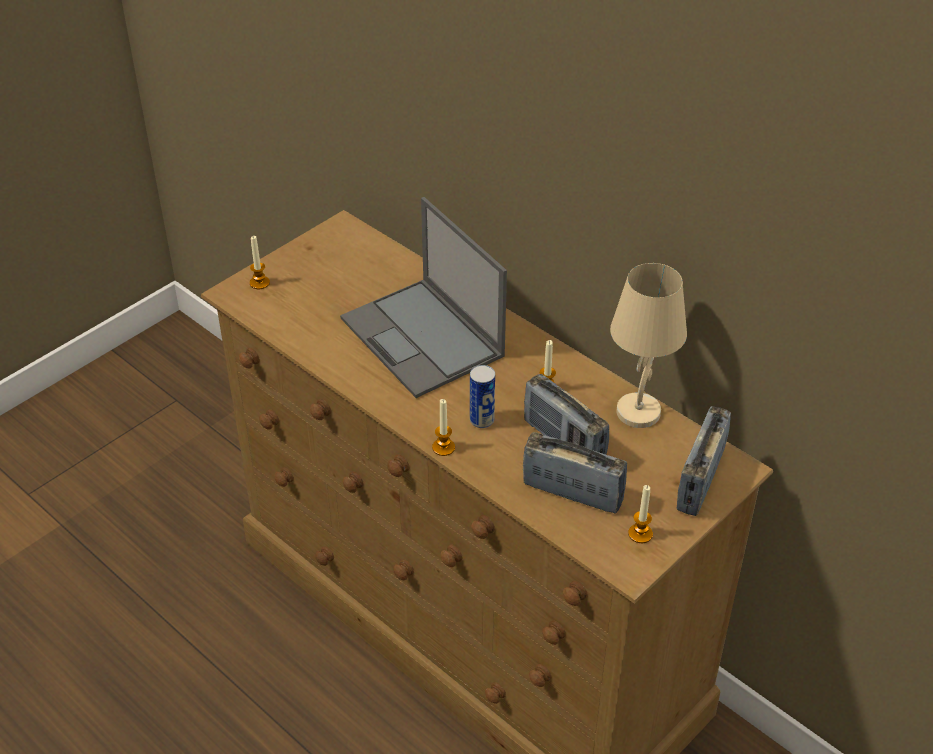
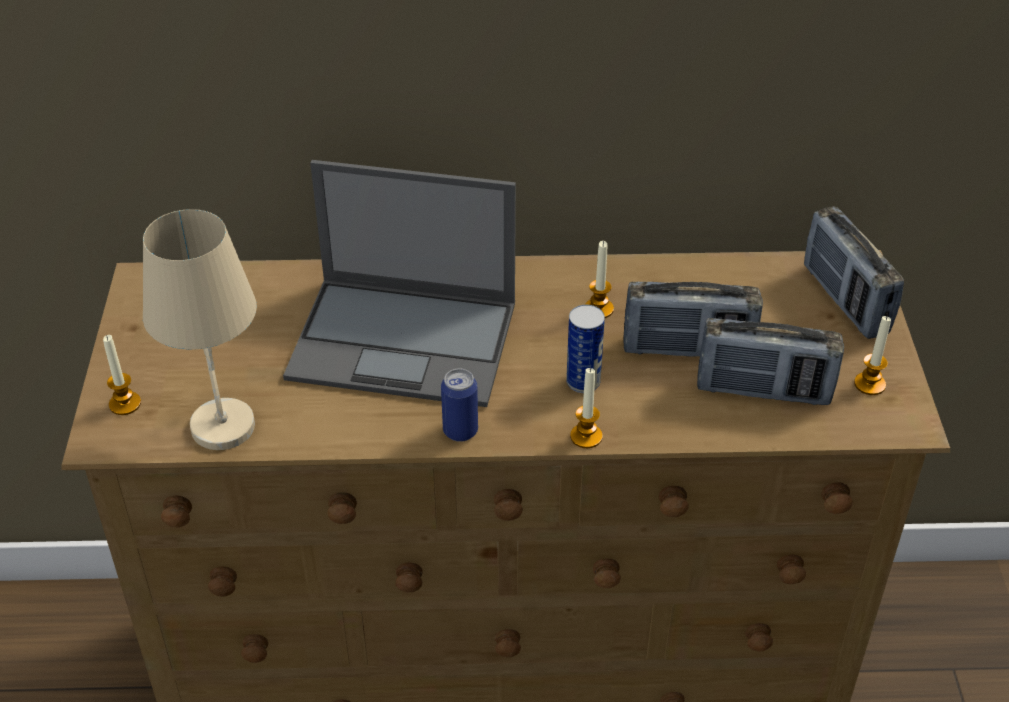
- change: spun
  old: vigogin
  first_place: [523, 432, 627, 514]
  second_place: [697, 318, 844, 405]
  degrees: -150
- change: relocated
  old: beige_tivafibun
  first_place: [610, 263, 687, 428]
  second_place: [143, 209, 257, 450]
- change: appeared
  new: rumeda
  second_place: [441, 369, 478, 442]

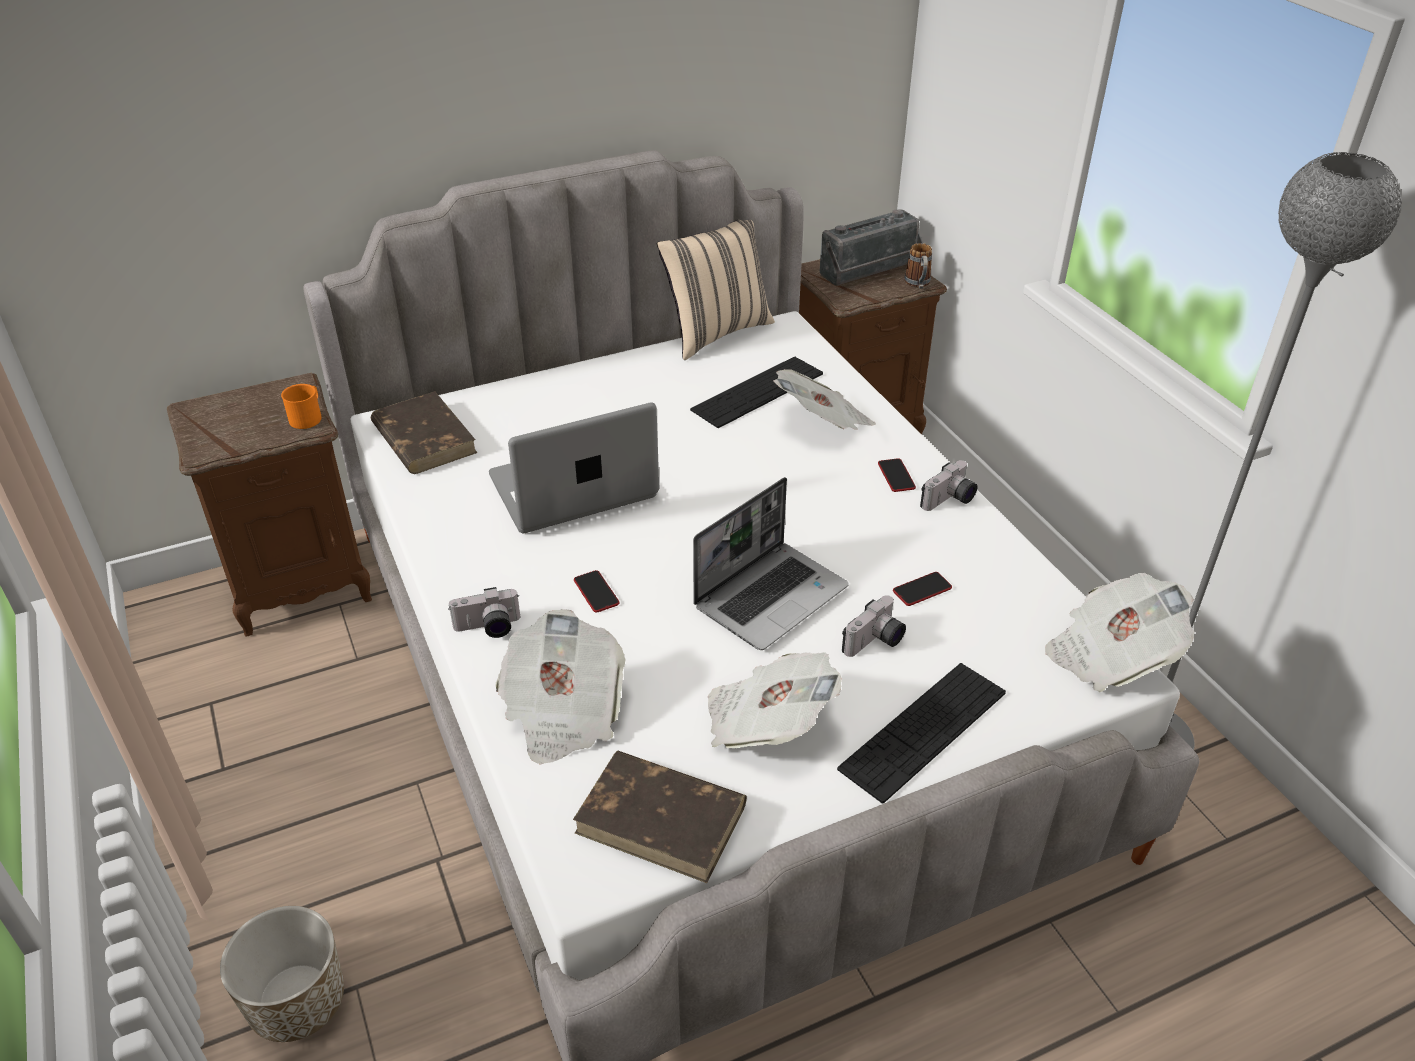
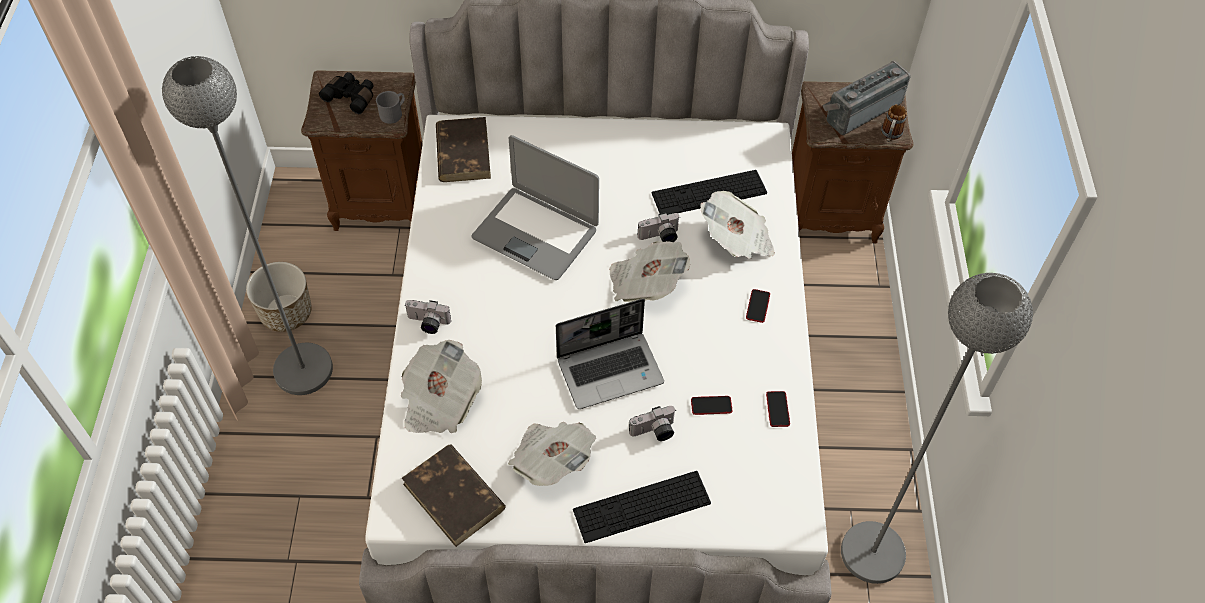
- change: relocated
  old: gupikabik
  first_place: [220, 906, 344, 1042]
  second_place: [246, 262, 312, 332]
- change: colour
  old: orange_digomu
  new: grey_digomu
  first_place: [281, 384, 322, 429]
  second_place: [376, 91, 405, 124]
- change: spun
  old: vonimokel
  first_place: [489, 402, 659, 533]
  second_place: [472, 135, 599, 280]
  degrees: -150
- change: relocated
  old: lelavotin
  first_place: [574, 570, 619, 613]
  second_place: [766, 391, 790, 427]
- change: missing
  old: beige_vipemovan
  first_place: [657, 220, 775, 360]
- change: spun
  old: vigogin
  first_place: [820, 209, 923, 286]
  second_place: [823, 61, 911, 135]
  degrees: 150
- change: relocated
  old: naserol
  first_place: [920, 460, 977, 511]
  second_place: [638, 212, 679, 242]
- change: relocated
  old: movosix
  first_place: [1045, 573, 1195, 692]
  second_place: [609, 241, 690, 302]
- change: appeared
  new: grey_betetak
  second_place: [162, 56, 333, 395]
- change: appeared
  new: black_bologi
  second_place: [319, 72, 374, 114]

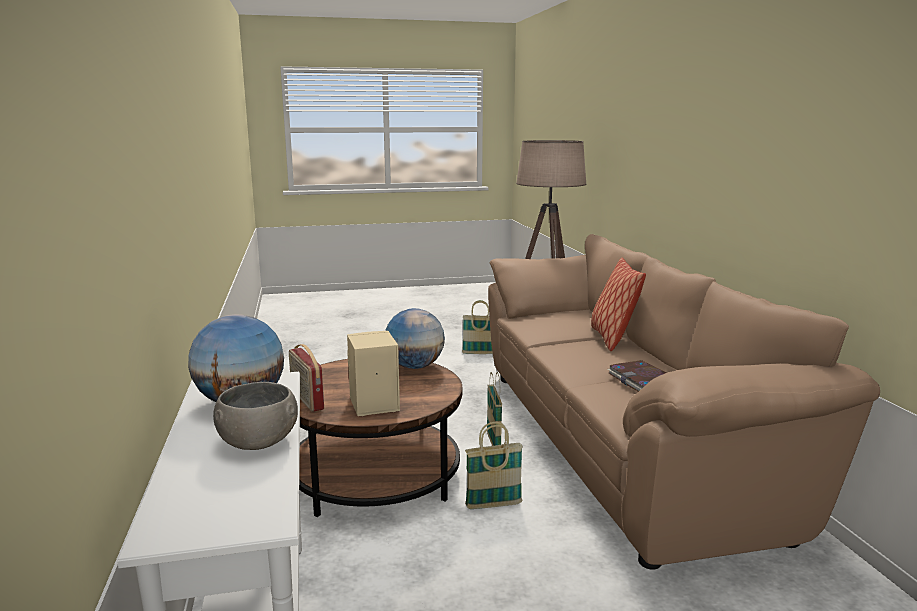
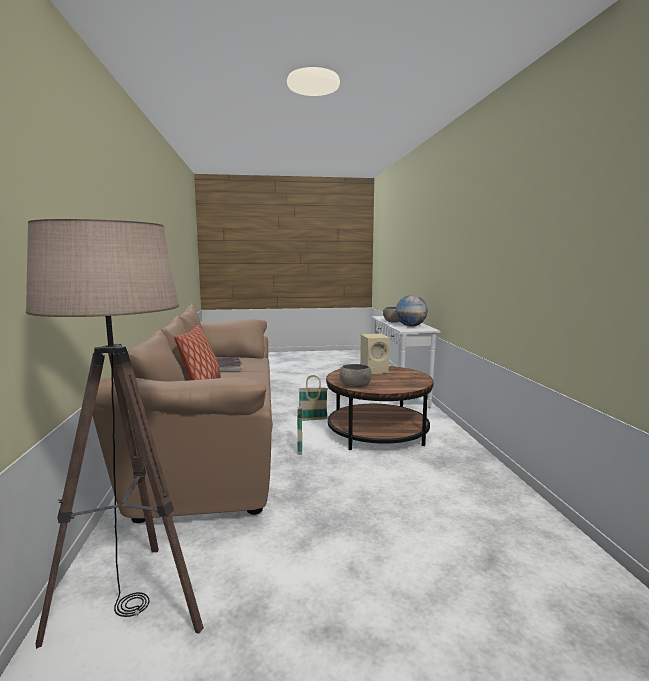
- change: missing
  old: vigogin
  first_place: [289, 344, 324, 412]
- change: exchanged
  old: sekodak
  new: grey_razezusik
  first_place: [385, 308, 445, 369]
  second_place: [340, 364, 372, 387]
- change: missing
  old: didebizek
  first_place: [462, 300, 493, 354]

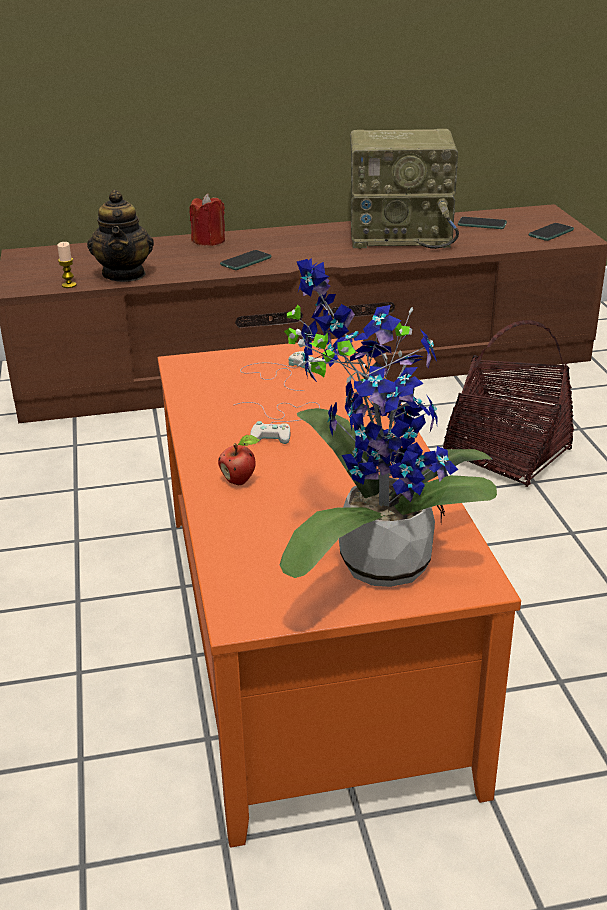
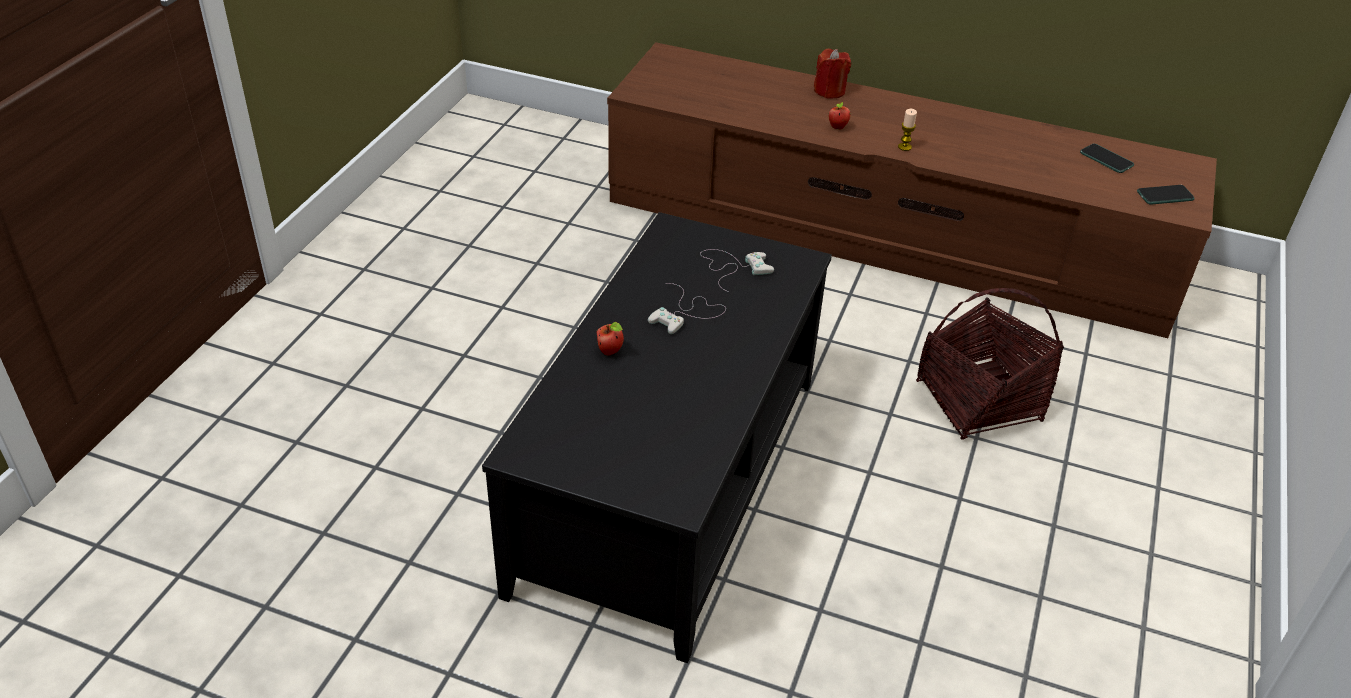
- change: relocated
  old: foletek
  first_place: [57, 242, 77, 288]
  second_place: [898, 109, 917, 151]
- change: missing
  old: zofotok
  first_place: [87, 190, 154, 282]
- change: colour
  old: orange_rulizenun
  new: black_rulizenun
  first_place: [158, 338, 521, 848]
  second_place: [482, 212, 832, 663]
- change: exchanged
  old: lelavotin
  new: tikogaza
  first_place: [220, 250, 271, 270]
  second_place: [828, 102, 850, 130]
- change: missing
  old: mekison
  first_place: [280, 258, 497, 587]
- change: missing
  old: vigogin
  first_place: [350, 129, 459, 249]

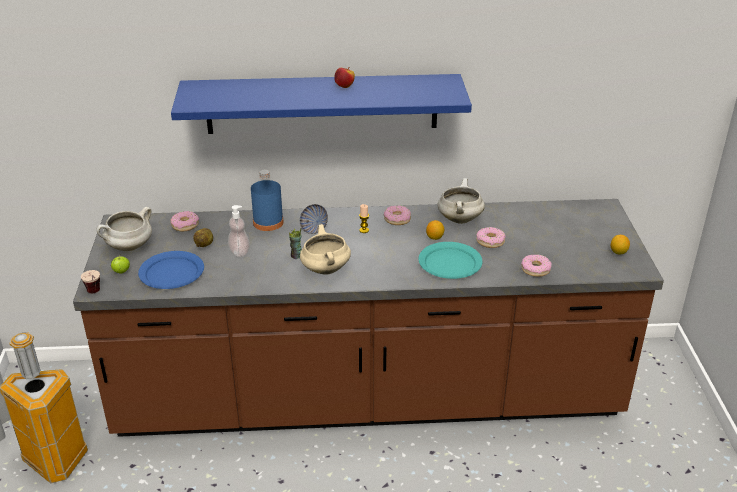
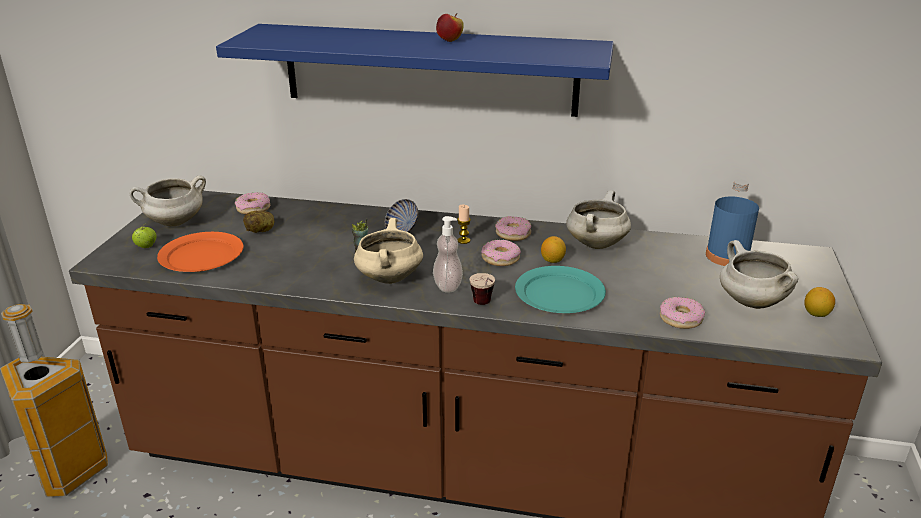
- change: relocated
  old: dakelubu
  first_place: [81, 270, 100, 293]
  second_place: [470, 273, 495, 305]
- change: colour
  old: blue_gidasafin
  new: orange_gidasafin
  first_place: [138, 251, 204, 289]
  second_place: [157, 232, 243, 272]
- change: relocated
  old: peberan
  first_place: [228, 205, 250, 257]
  second_place: [433, 216, 463, 292]
- change: relocated
  old: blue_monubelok
  first_place: [251, 170, 283, 231]
  second_place: [706, 179, 759, 266]
- change: relocated
  old: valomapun
  first_place: [476, 227, 506, 248]
  second_place: [481, 240, 521, 266]
- change: appeared
  new: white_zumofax
  second_place: [720, 240, 798, 309]

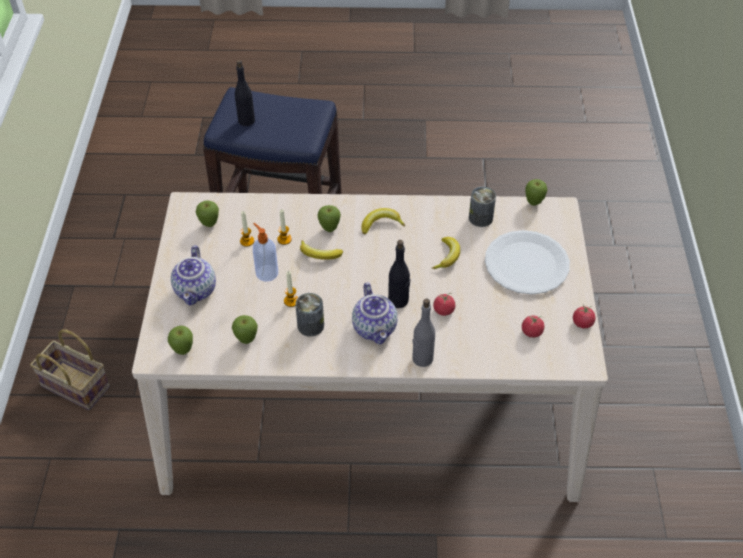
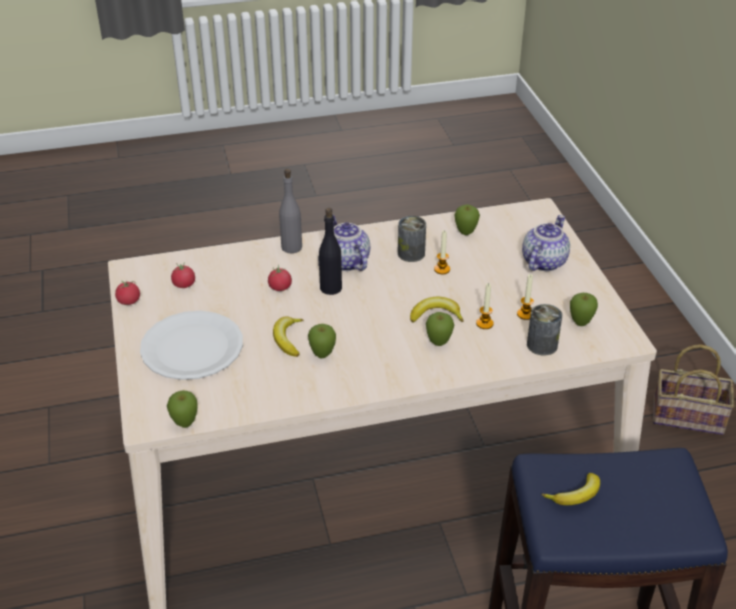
- change: relocated
  old: tikogaza
  first_place: [168, 326, 193, 355]
  second_place: [308, 324, 336, 358]
- change: spun
  old: zofotok
  first_place: [171, 245, 216, 305]
  second_place: [522, 215, 570, 271]
  degrees: 45
- change: missing
  old: black_monubelok
  first_place: [235, 60, 255, 126]
- change: missing
  old: peberan
  first_place: [253, 223, 278, 282]
- change: relocated
  old: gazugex
  first_place: [361, 208, 405, 235]
  second_place: [542, 473, 600, 505]
- change: relocated
  old: rumeda
  first_place: [469, 186, 496, 227]
  second_place: [527, 304, 562, 356]

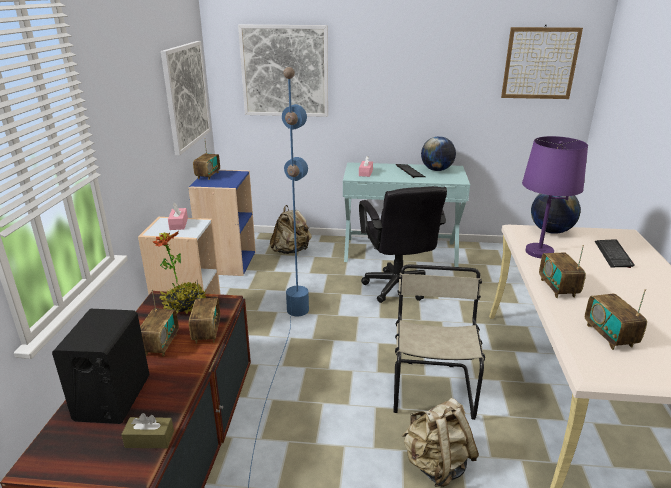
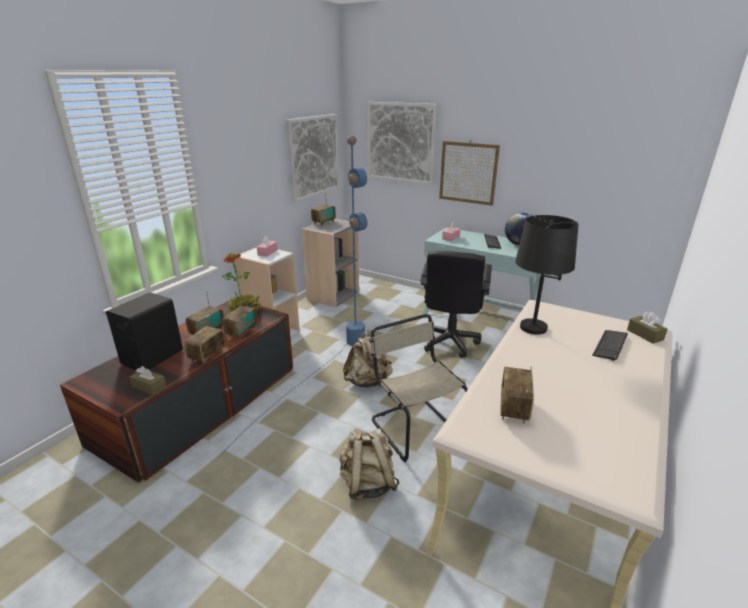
- change: colour
  old: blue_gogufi
  new: grey_gogufi
  first_place: [188, 170, 256, 276]
  second_place: [302, 219, 359, 308]
- change: relocated
  old: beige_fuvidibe
  first_place: [270, 205, 312, 254]
  second_place: [343, 330, 393, 388]
- change: spun
  old: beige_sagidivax
  first_place: [393, 264, 485, 420]
  second_place: [370, 314, 468, 462]
  degrees: -60
- change: relocated
  old: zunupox
  first_place: [501, 25, 583, 99]
  second_place: [439, 141, 500, 206]
- change: colour
  old: purple_tivafibun
  new: black_tivafibun
  first_place: [522, 136, 588, 258]
  second_place: [515, 215, 579, 335]
- change: missing
  old: sekodak
  first_place: [531, 194, 581, 234]
- change: relocated
  old: vigogin
  first_place: [539, 245, 586, 298]
  second_place: [184, 323, 225, 365]
- change: appeared
  new: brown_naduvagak
  second_place: [627, 312, 668, 344]

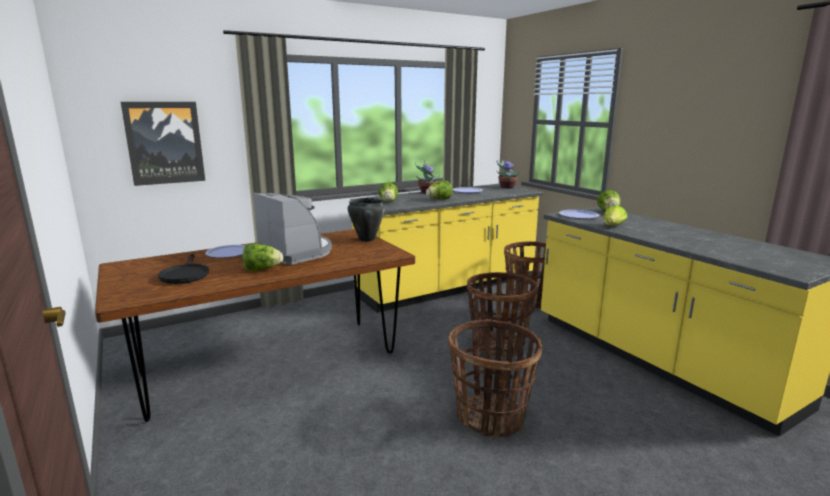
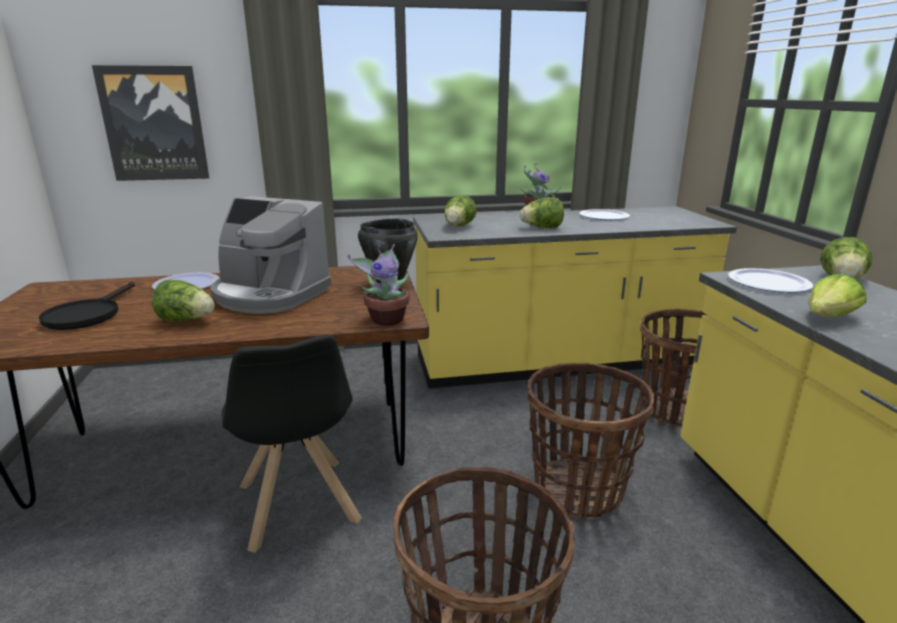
- change: spun
  old: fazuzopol
  first_place: [253, 193, 332, 265]
  second_place: [210, 196, 331, 314]
  degrees: 135
- change: relocated
  old: mekison
  first_place: [496, 157, 520, 189]
  second_place: [347, 244, 410, 326]
- change: appeared
  new: black_sagidivax
  second_place: [221, 334, 362, 553]

